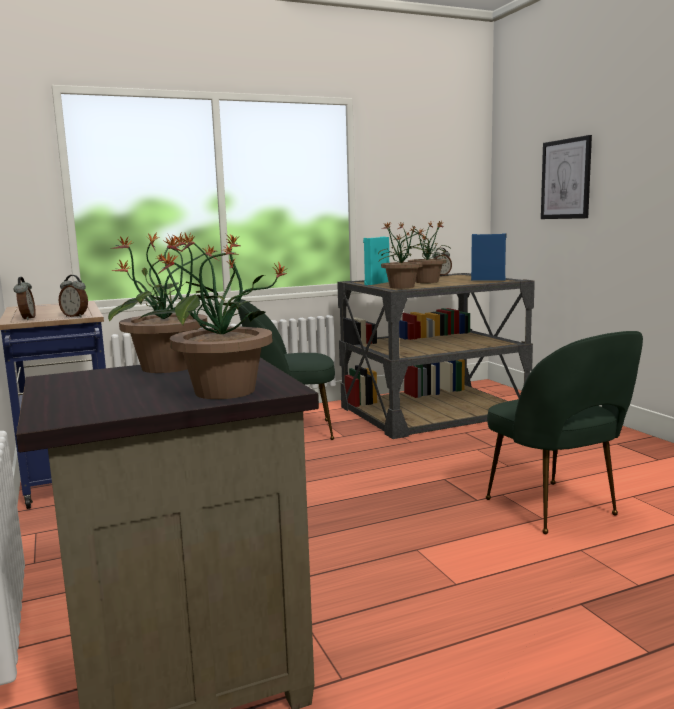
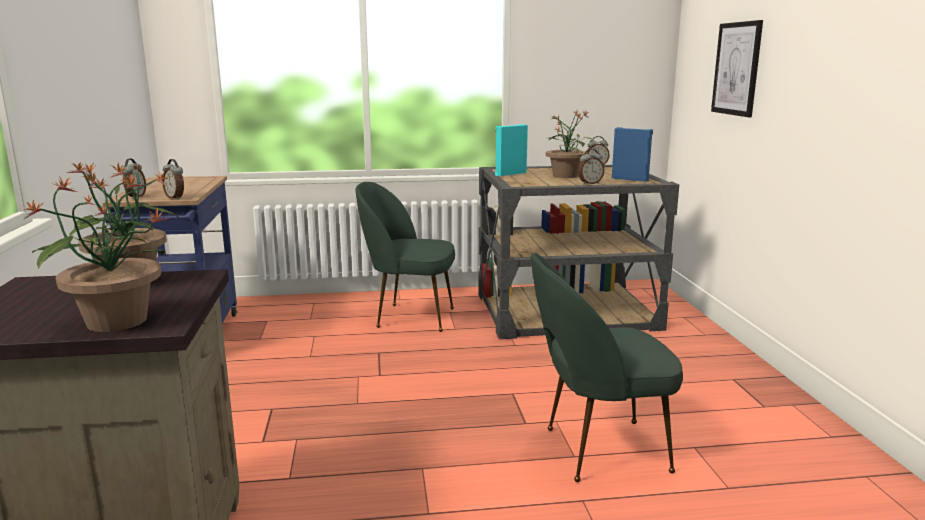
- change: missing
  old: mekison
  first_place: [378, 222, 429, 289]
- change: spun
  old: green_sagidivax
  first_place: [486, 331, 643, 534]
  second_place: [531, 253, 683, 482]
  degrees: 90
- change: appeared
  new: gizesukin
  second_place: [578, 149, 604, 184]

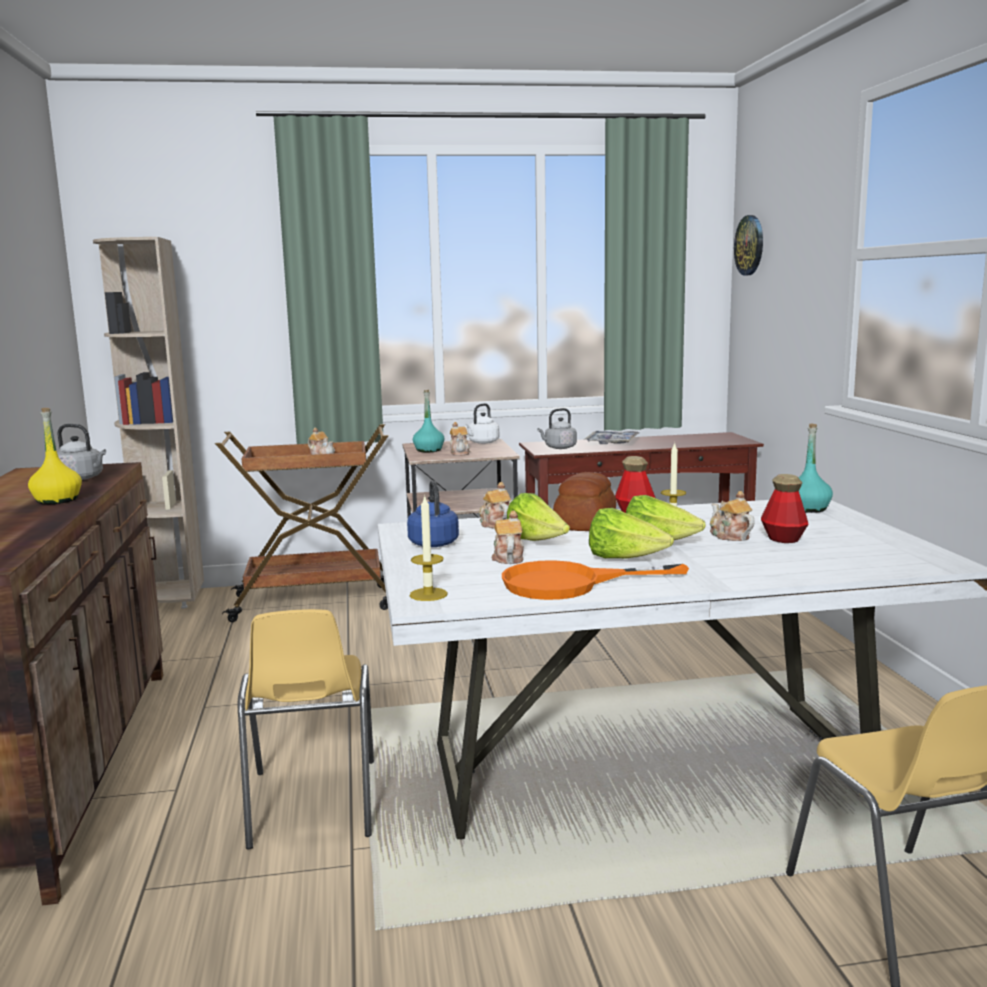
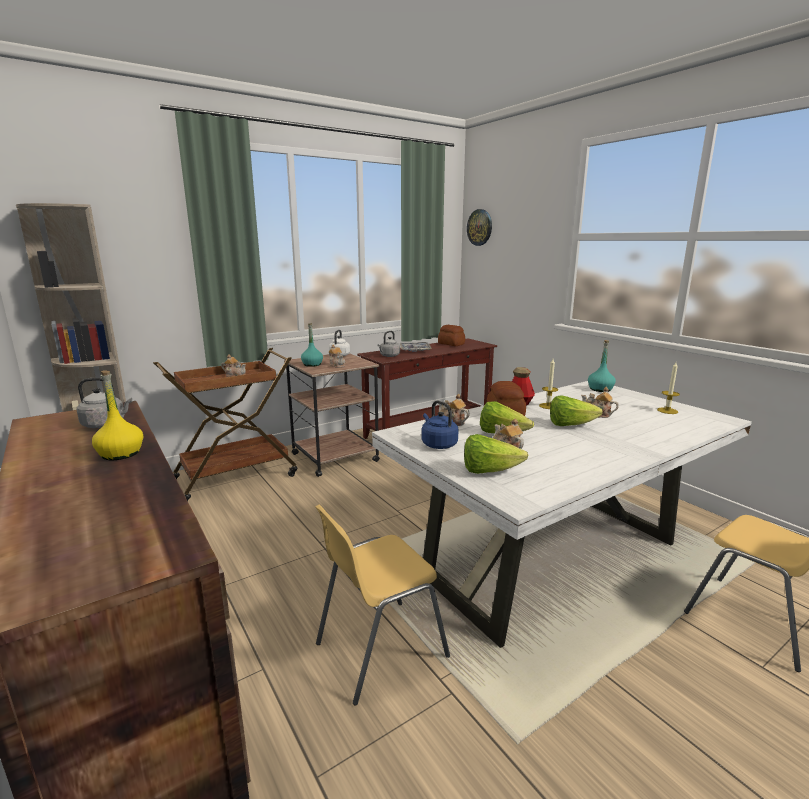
- change: spun
  old: yellow_sagidivax
  first_place: [238, 609, 374, 849]
  second_place: [315, 505, 450, 706]
  degrees: 90
- change: relocated
  old: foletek
  first_place: [410, 495, 448, 601]
  second_place: [657, 362, 680, 414]
- change: missing
  old: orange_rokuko
  first_place: [502, 560, 689, 600]
- change: relocated
  old: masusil
  first_place: [589, 508, 674, 559]
  second_place: [464, 434, 528, 474]
- change: missing
  old: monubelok
  first_place: [761, 474, 809, 543]
- change: appeared
  new: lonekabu
  second_place: [438, 325, 465, 346]

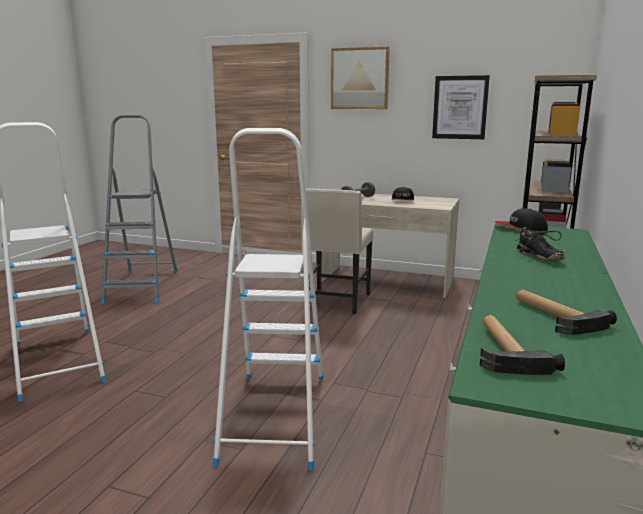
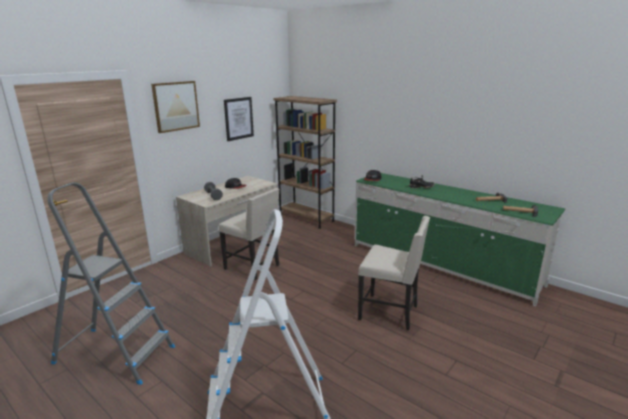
- change: exchanged
  old: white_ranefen
  new: beige_sagidivax
  first_place: [213, 128, 323, 471]
  second_place: [358, 216, 430, 330]

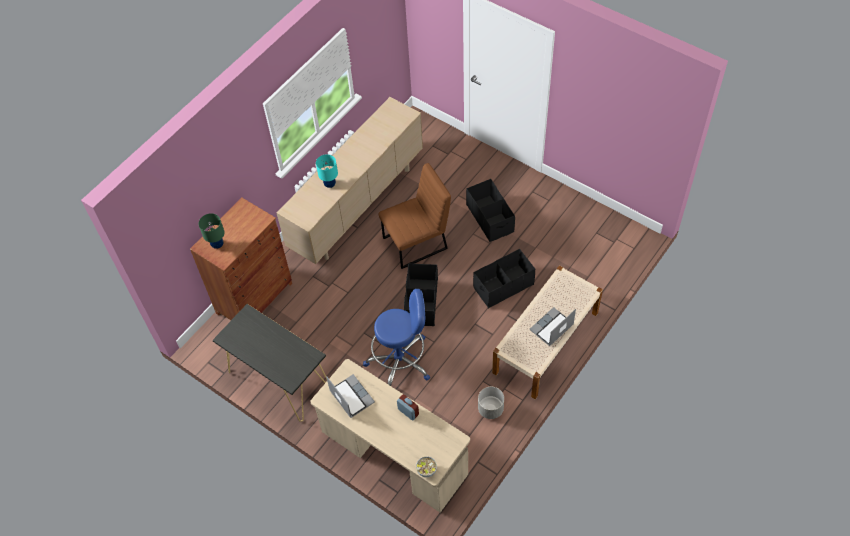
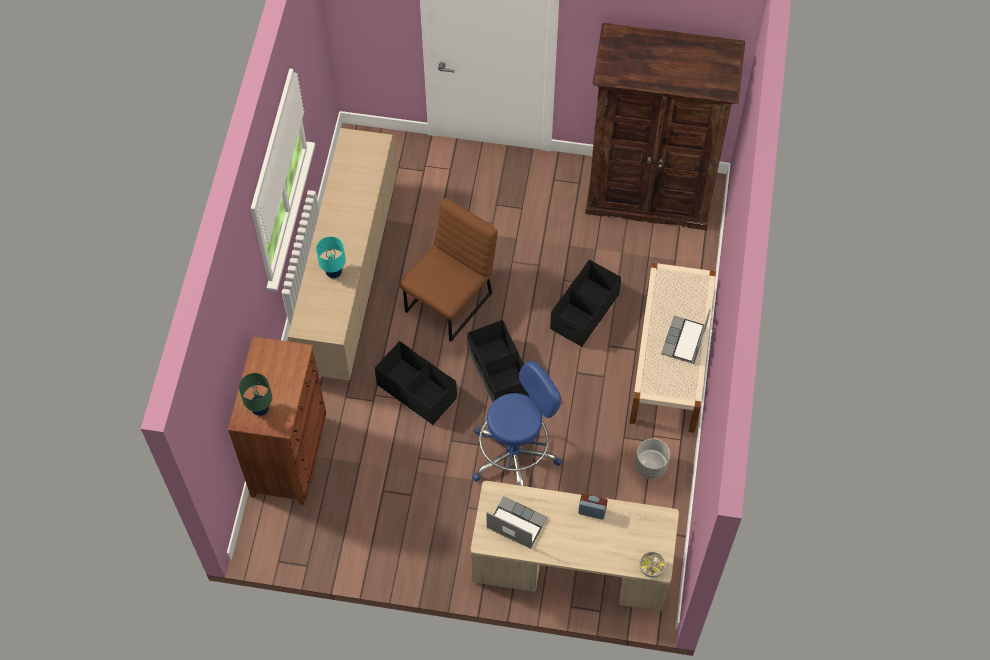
- change: missing
  old: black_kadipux
  first_place: [212, 304, 327, 422]
- change: relocated
  old: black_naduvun
  first_place: [466, 179, 515, 242]
  second_place: [375, 341, 457, 425]
- change: appeared
  new: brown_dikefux
  second_place: [585, 23, 745, 230]

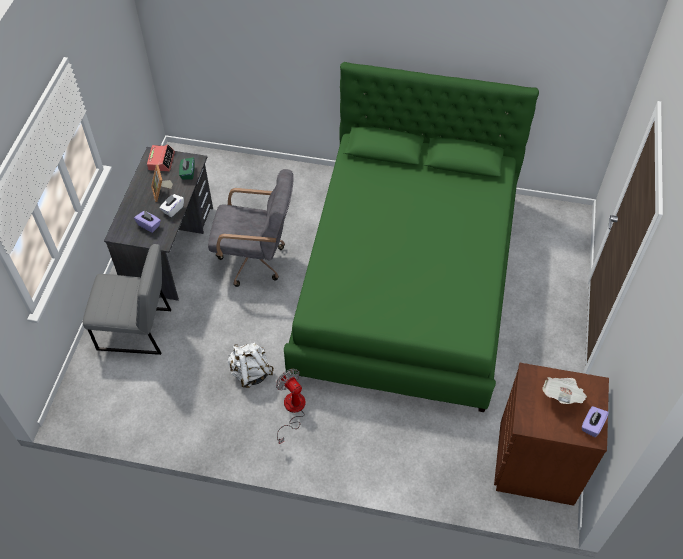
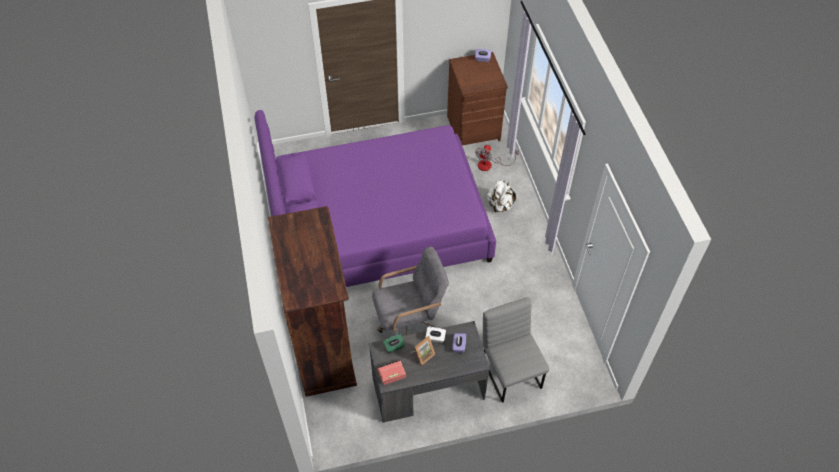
- change: spun
  old: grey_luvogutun
  first_place: [208, 169, 294, 287]
  second_place: [372, 247, 449, 335]
  degrees: 90
- change: relocated
  old: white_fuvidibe
  first_place: [227, 342, 274, 388]
  second_place: [487, 180, 516, 212]
- change: relocated
  old: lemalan
  first_place: [276, 369, 306, 444]
  second_place: [475, 145, 519, 171]
- change: colour
  old: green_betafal
  new: purple_betafal
  first_place: [284, 62, 539, 412]
  second_place: [254, 110, 496, 287]
- change: missing
  old: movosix
  first_place: [542, 377, 587, 404]
- change: appeared
  new: brown_dikefux
  second_place: [268, 206, 357, 397]

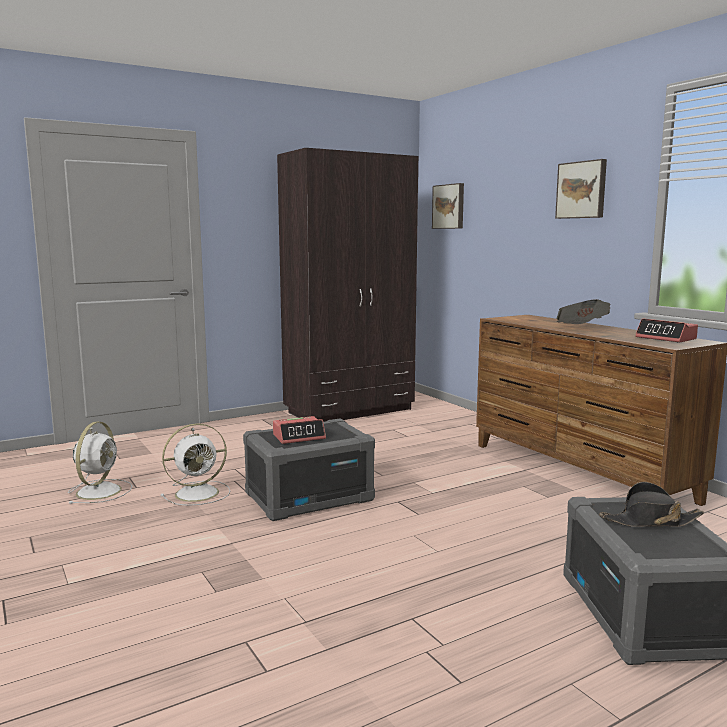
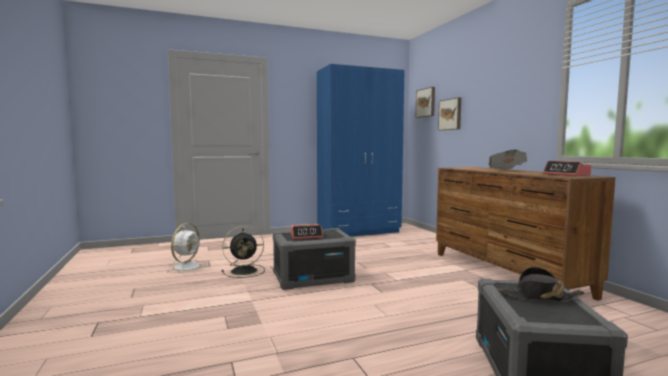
- change: colour
  old: white_lemalan
  new: black_lemalan
  first_place: [161, 423, 230, 506]
  second_place: [222, 226, 265, 278]
- change: colour
  old: brown_dikefux
  new: blue_dikefux
  first_place: [277, 148, 418, 422]
  second_place: [317, 64, 405, 237]
- change: relocated
  old: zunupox
  first_place: [555, 159, 607, 219]
  second_place: [438, 97, 461, 130]

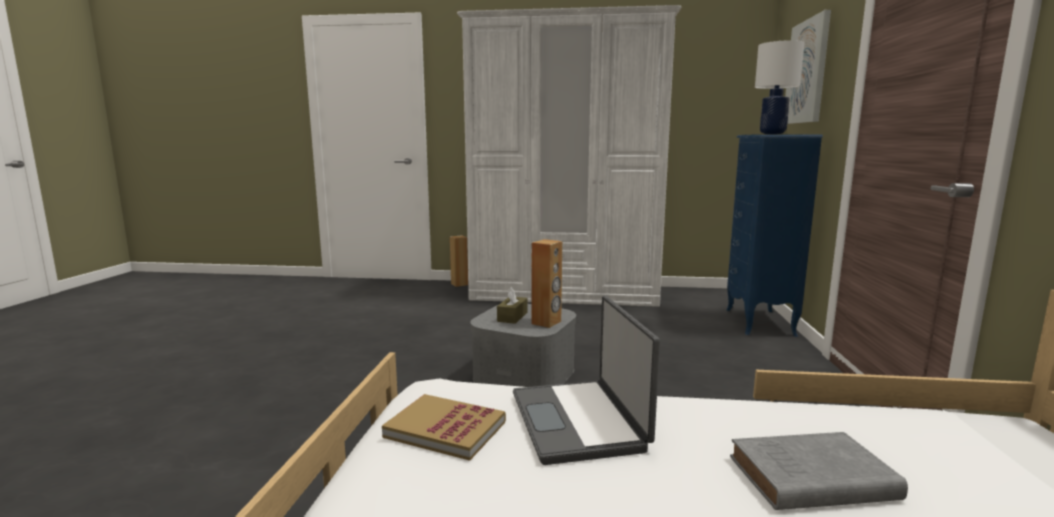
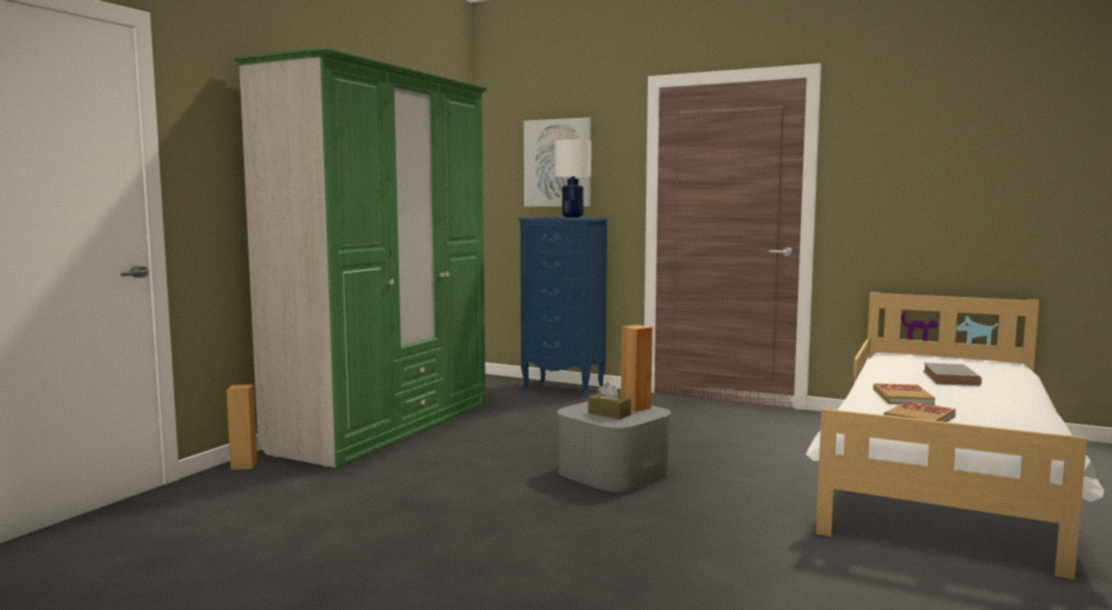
- change: colour
  old: white_dikefux
  new: green_dikefux
  first_place: [457, 5, 682, 307]
  second_place: [234, 48, 487, 468]
- change: exchanged
  old: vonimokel
  new: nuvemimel
  first_place: [513, 296, 660, 465]
  second_place: [873, 383, 935, 405]

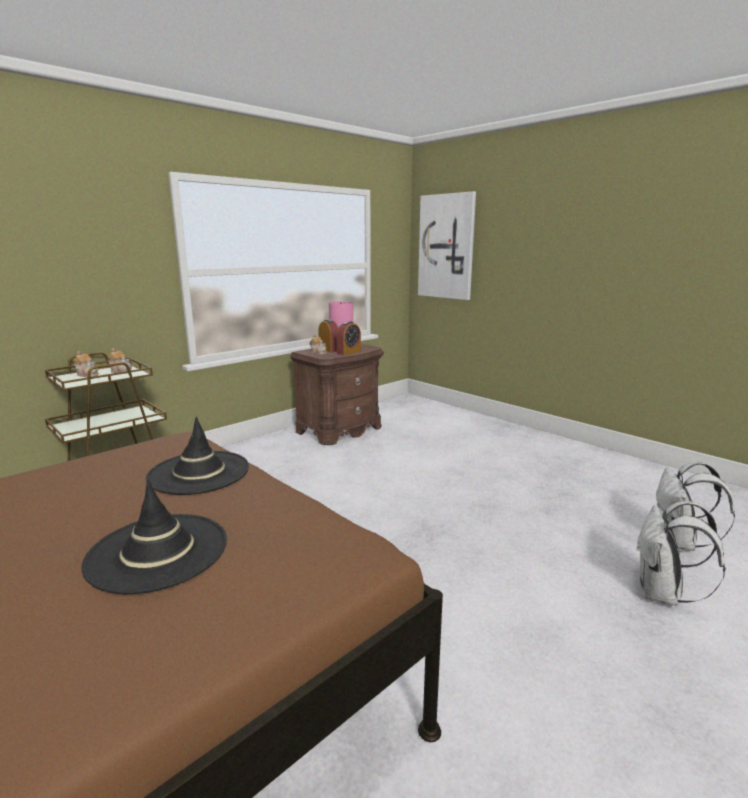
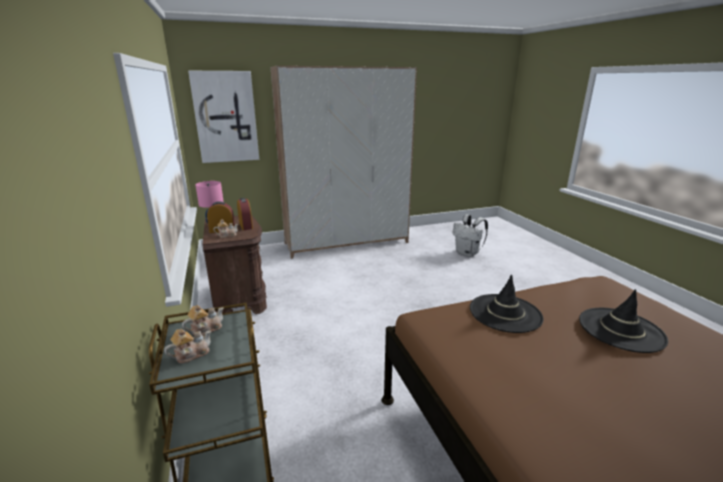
- change: missing
  old: white_fuvidibe
  first_place: [637, 501, 726, 606]
- change: appeared
  new: white_dikefux
  second_place: [271, 66, 417, 259]

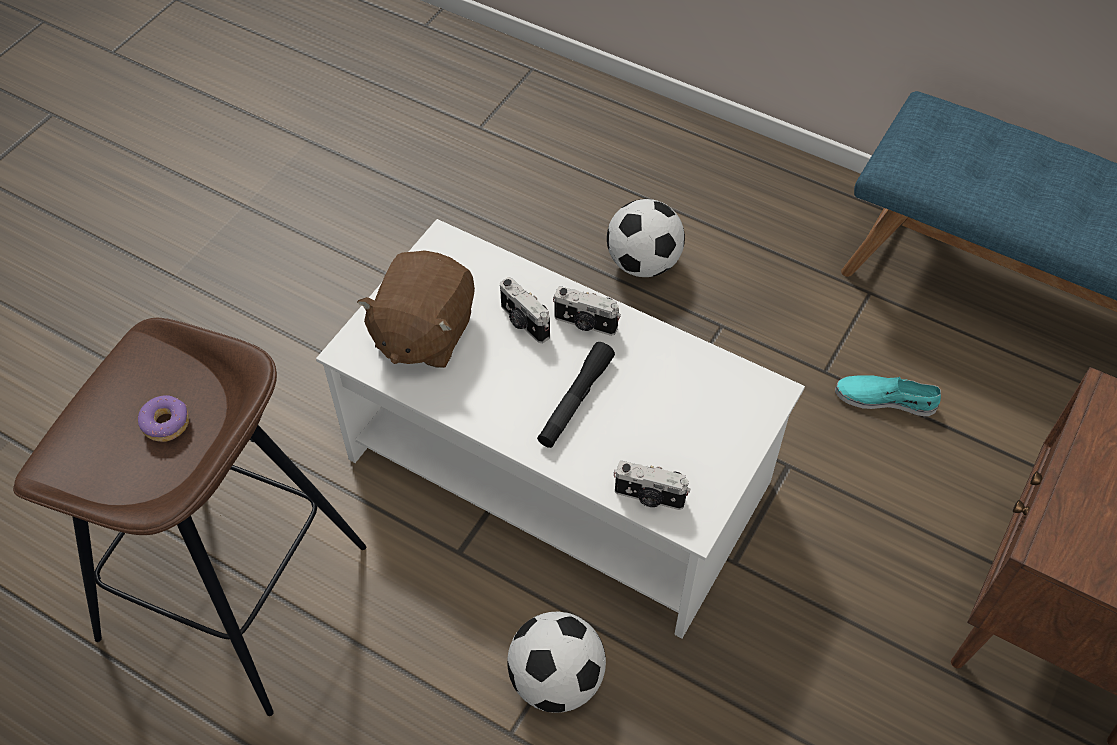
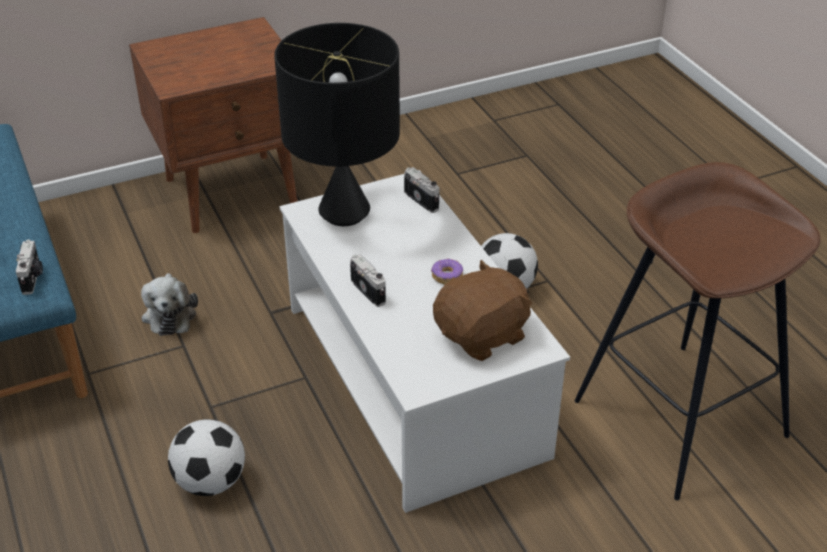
- change: relocated
  old: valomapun
  first_place: [138, 395, 189, 442]
  second_place: [431, 258, 463, 285]
- change: relocated
  old: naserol
  first_place: [500, 277, 550, 343]
  second_place: [16, 239, 43, 295]
- change: missing
  old: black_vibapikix
  first_place: [537, 342, 615, 448]
- change: exchanged
  old: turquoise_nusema
  new: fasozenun
  first_place: [835, 375, 941, 416]
  second_place: [141, 273, 198, 336]
- change: appeared
  new: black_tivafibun
  second_place: [274, 23, 400, 226]

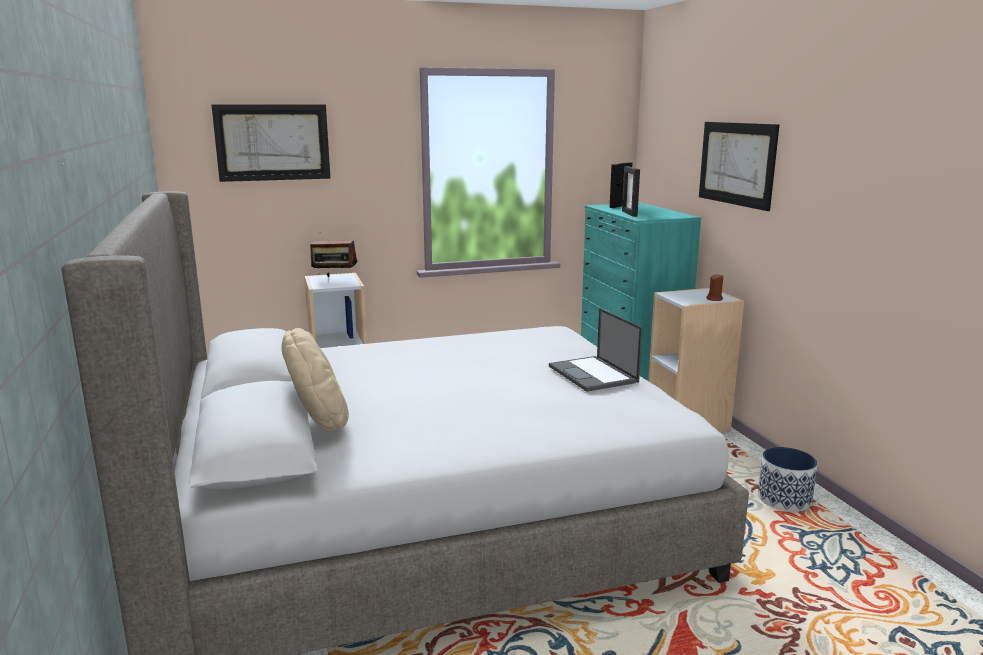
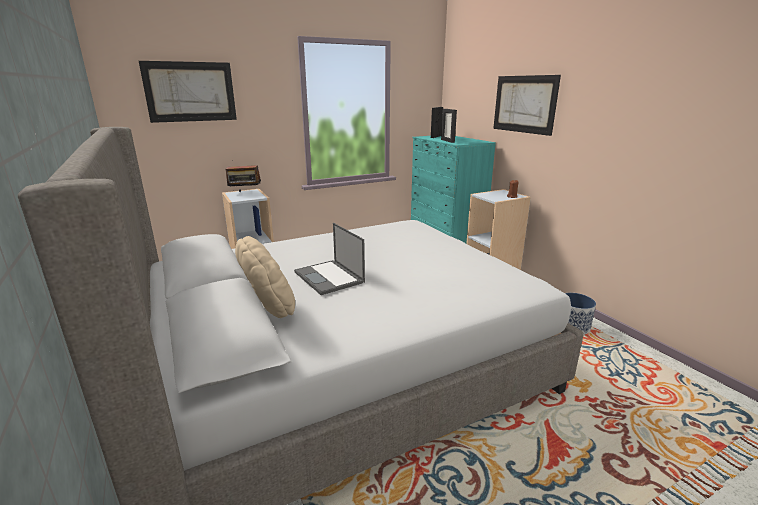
- change: relocated
  old: vonimokel
  first_place: [549, 308, 643, 392]
  second_place: [294, 223, 365, 295]

